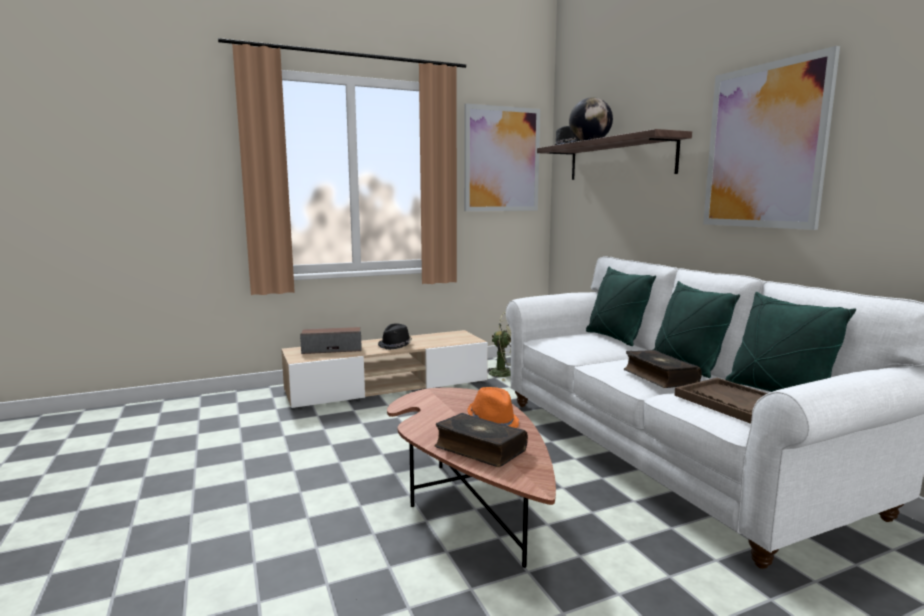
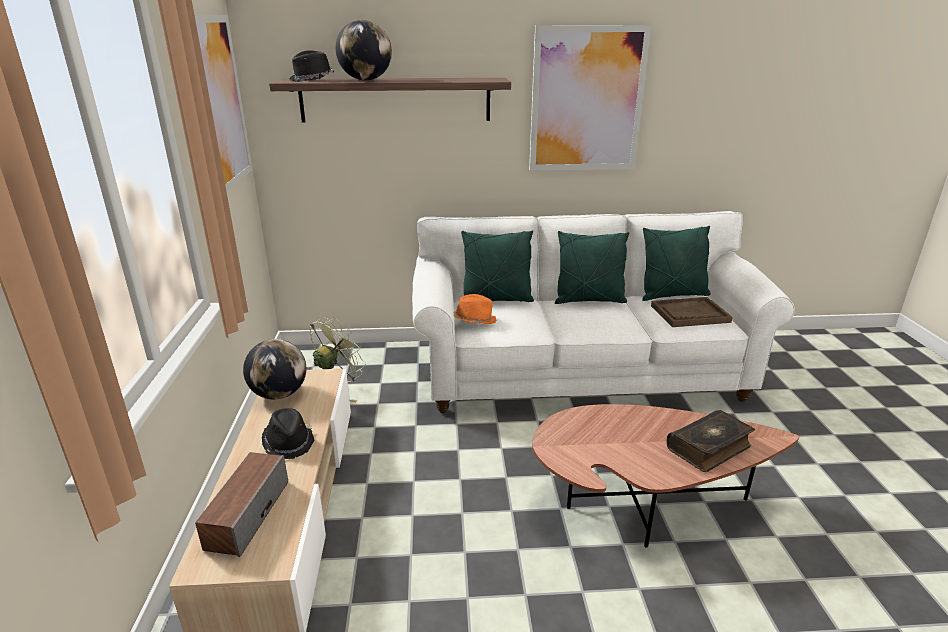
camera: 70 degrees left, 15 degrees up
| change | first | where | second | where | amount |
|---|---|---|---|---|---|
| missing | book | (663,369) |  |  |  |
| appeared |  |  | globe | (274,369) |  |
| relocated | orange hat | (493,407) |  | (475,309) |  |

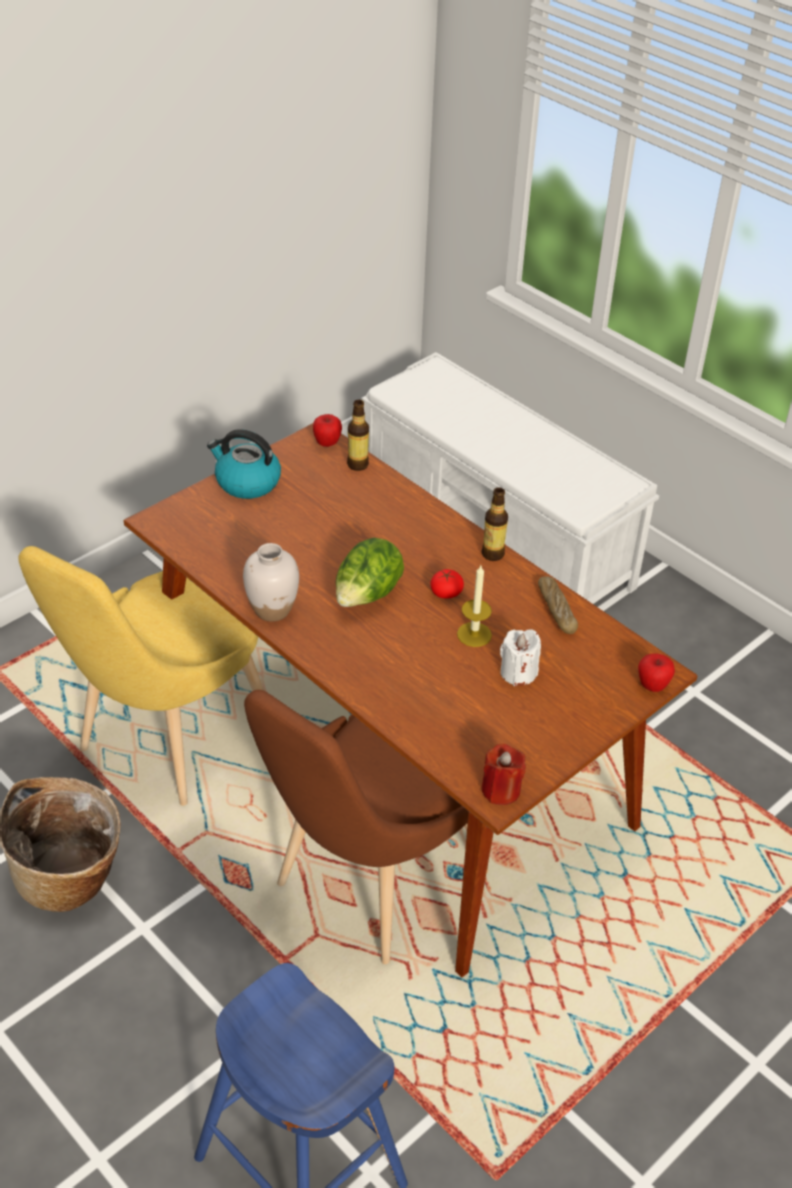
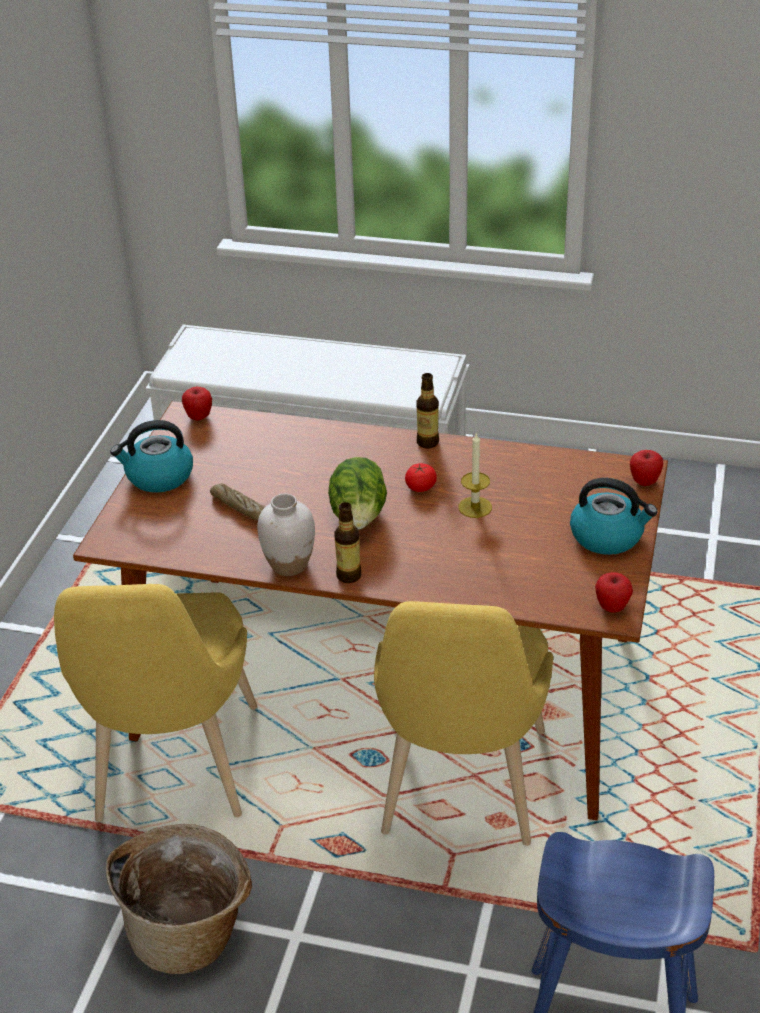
camera: 30 degrees left, 5 degrees down
| change | first | where | second | where | amount |
|---|---|---|---|---|---|
| missing | white candle | (520,657) |  |  |  |
| appeared |  |  | kettle | (614,516) |  |
| relocated | bottle | (358,435) |  | (348,542) |  |
| relocated | bread | (558,605) |  | (238,502) |  |
| exchanged | red candle | (503,774) | apple | (614,592) |  |
| colour | brown chair | (366,827) | yellow chair | (463,723) |  |

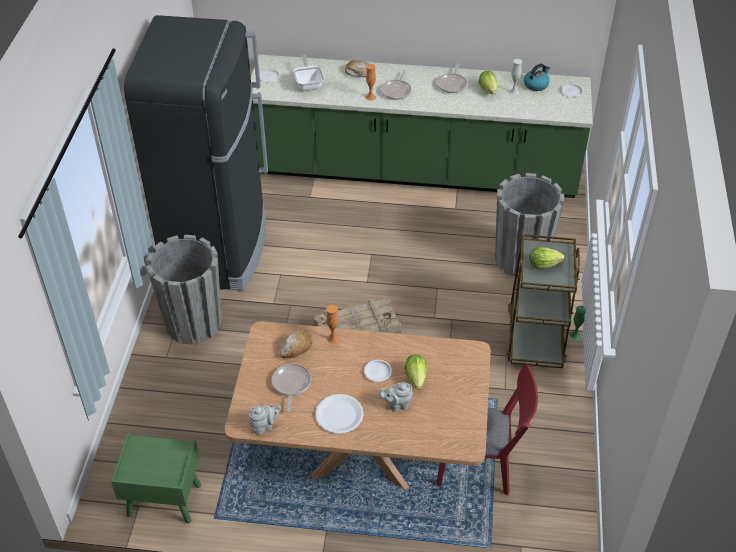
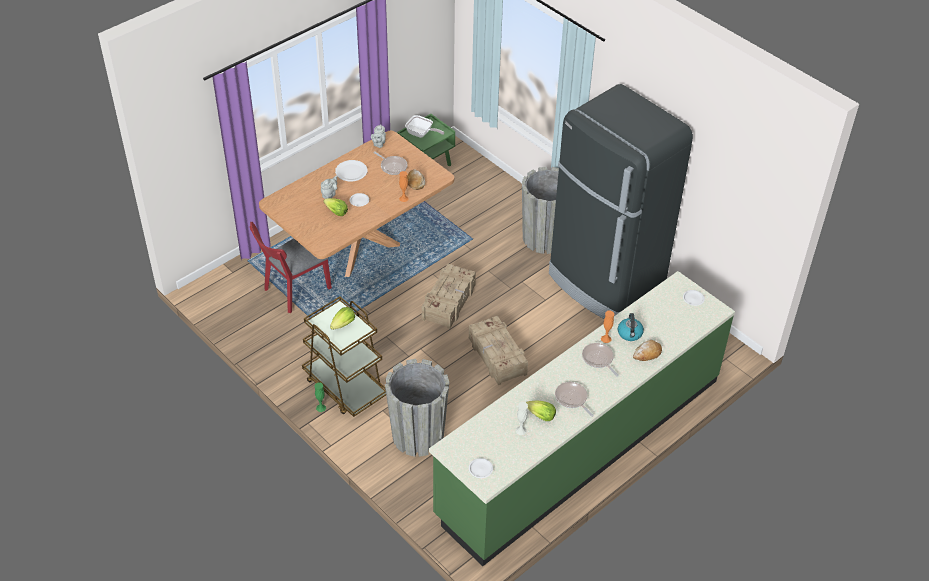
camera: 130 degrees right, 0 degrees up
| change | first | where | second | where | amount |
|---|---|---|---|---|---|
| appeared |  |  | crate | (498,350) |  |
| relocated | frying pan | (309,73) |  | (424,126) |  |
| relocated | kettle | (537,77) |  | (631,327) |  |

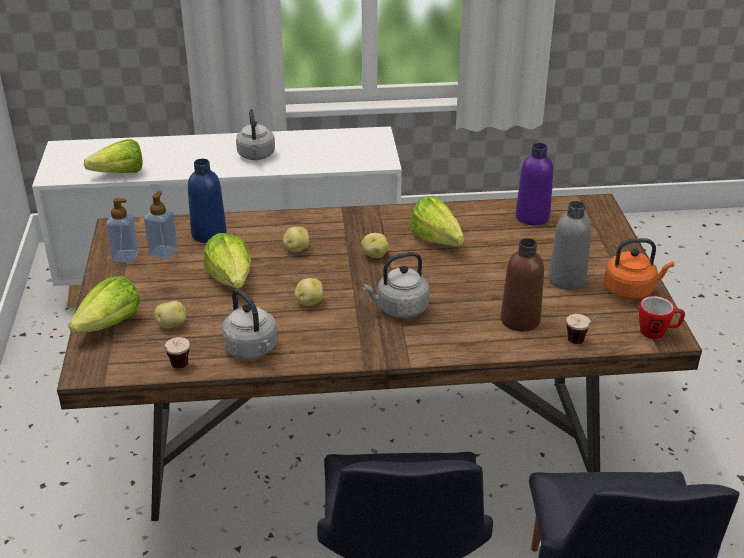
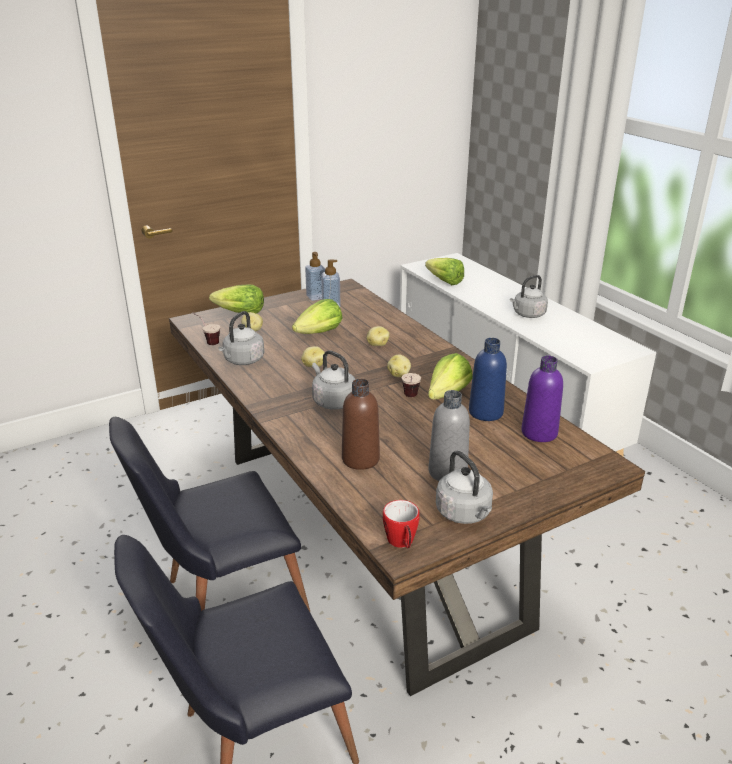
camera: 65 degrees right, 5 degrees down
| change | first | where | second | where | amount |
|---|---|---|---|---|---|
| relocated | blue bottle | (207,201) |  | (488,379) |  |
| relocated | cup | (589,329) |  | (411,385) |  |
| colour | orange kettle | (639,269) | grey kettle | (464,487) |  |

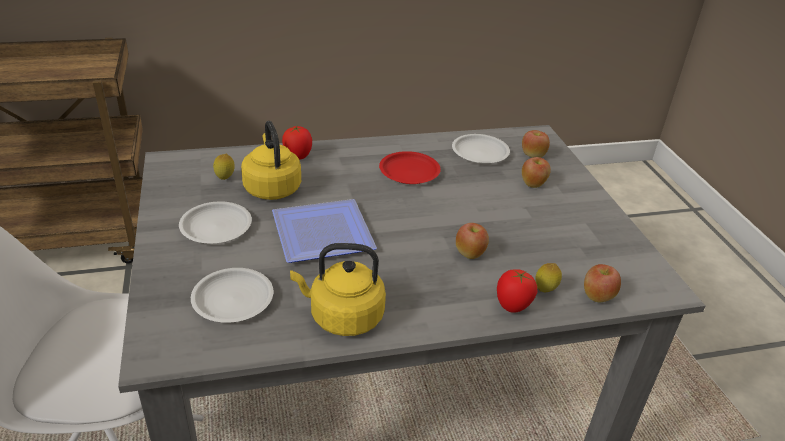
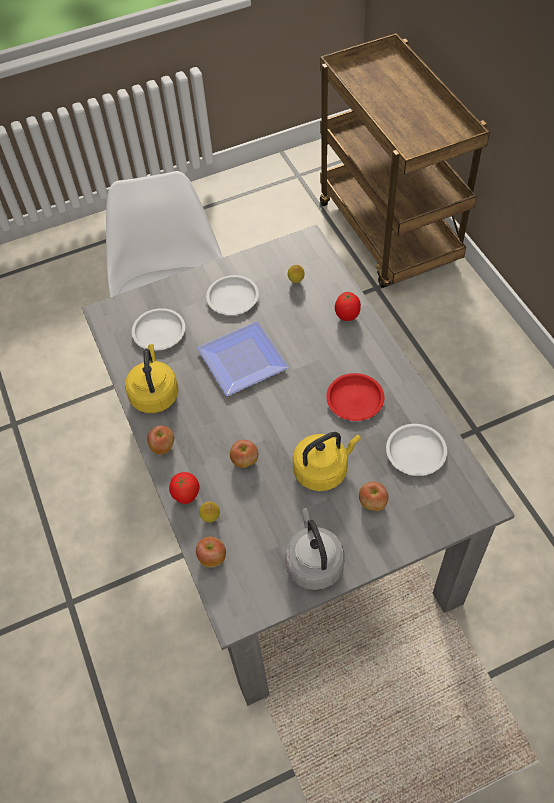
camera: 85 degrees right, 20 degrees up
| change | first | where | second | where | amount |
|---|---|---|---|---|---|
| appeared |  |  | grey kettle | (315,549) |  |
| relocated | yellow kettle | (271,160) |  | (327,461) |  |
| relocated | apple | (536,144) |  | (160,440) |  |

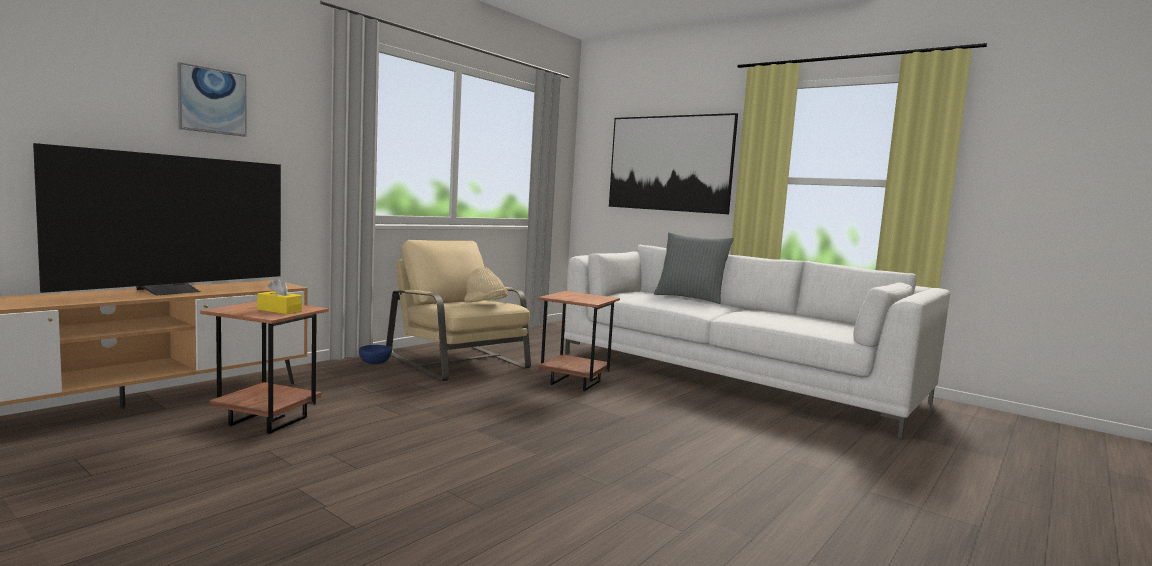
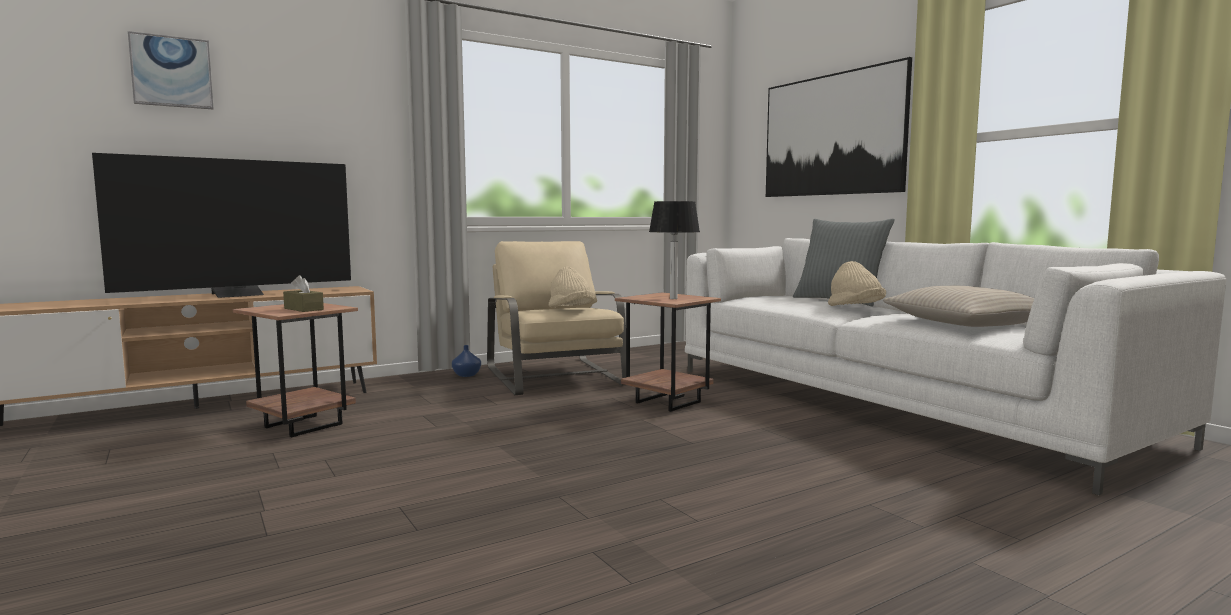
camera: 20 degrees right, 0 degrees up
| change | first | where | second | where | amount |
|---|---|---|---|---|---|
| appeared |  |  | table lamp | (674,250) |  |
| appeared |  |  | beige hat | (857,283) |  |
| appeared |  |  | beige pillow | (958,306) |  |
| relocated | picture | (212,99) |  | (171,70) |  |
| exchanged | blue bowl | (375,354) | blue vase | (466,361) |  |
| colour | yellow tissue box | (279,296) | brown tissue box | (303,293) |  |

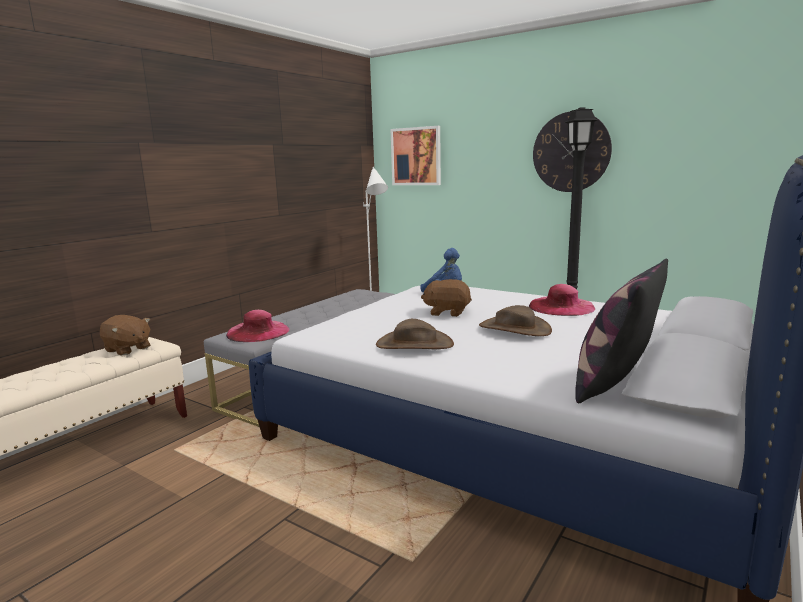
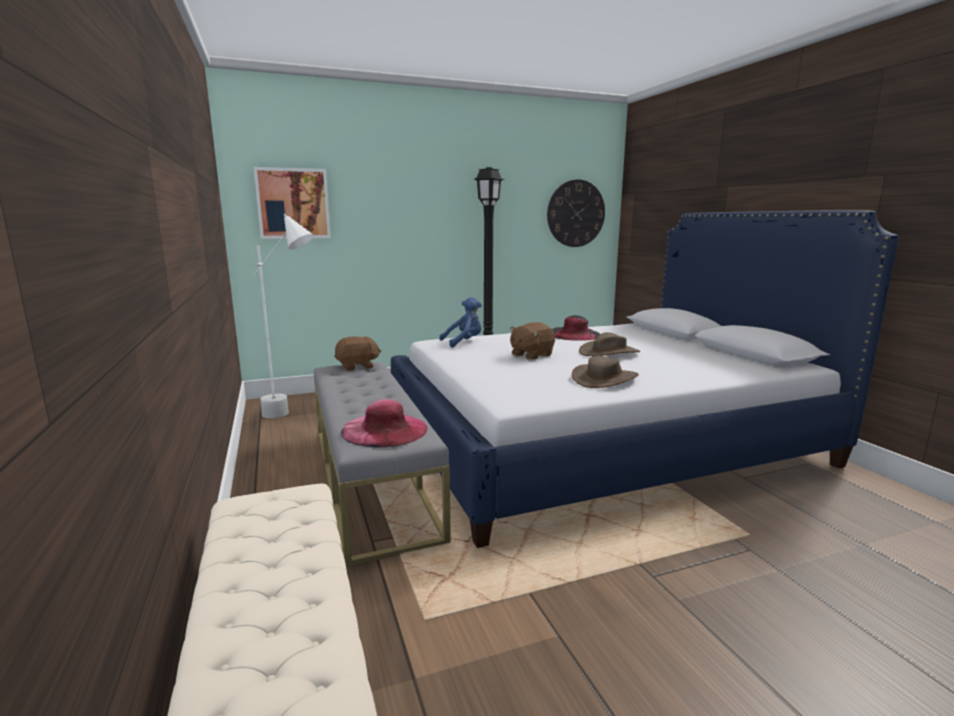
camera: 55 degrees left, 0 degrees up
| change | first | where | second | where | amount |
|---|---|---|---|---|---|
| missing | pillow | (621,331) |  |  |  |
| relocated | brown plush toy | (125,335) |  | (357,353) |  |
| relocated | wall clock | (572,151) |  | (576,213) |  |
| colour | pink hat | (562,300) | black hat | (576,328) |  |

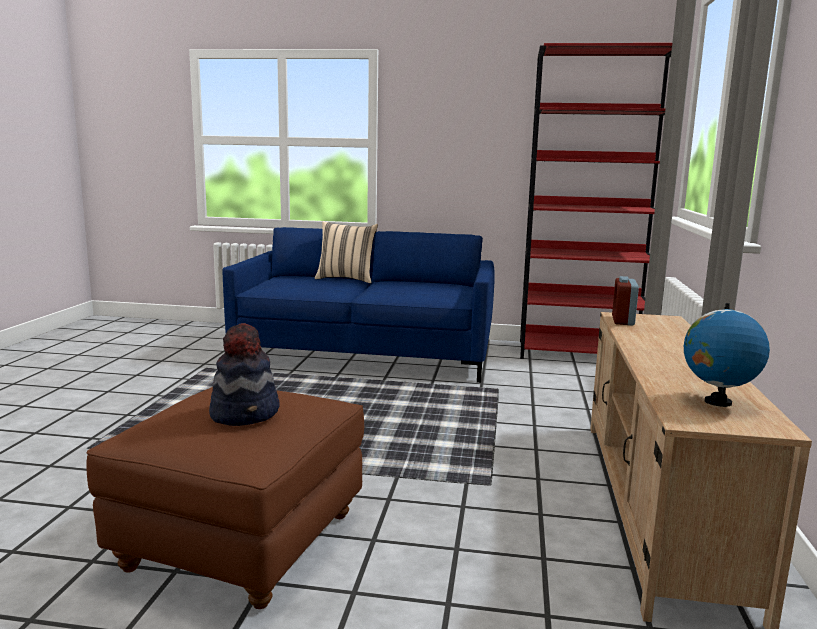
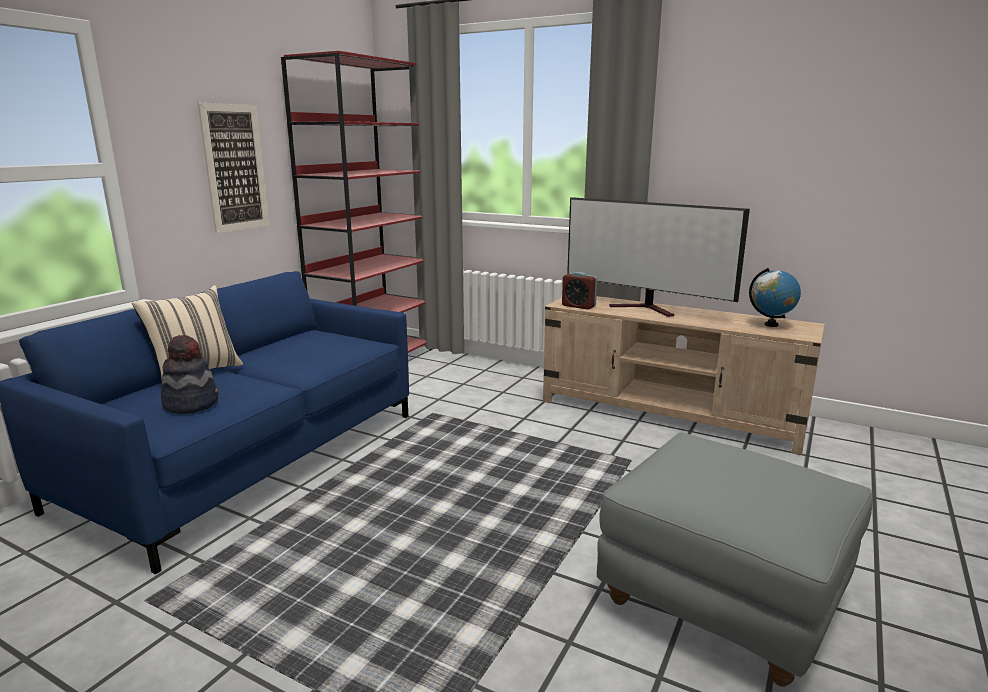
camera: 70 degrees left, 5 degrees up
| change | first | where | second | where | amount |
|---|---|---|---|---|---|
| appeared |  |  | picture | (233,168) |  |
| appeared |  |  | television | (658,257) |  |
| relocated | hat | (244,374) |  | (189,374) |  |
| colour | brown ottoman | (225,498) | grey ottoman | (735,559) |  |

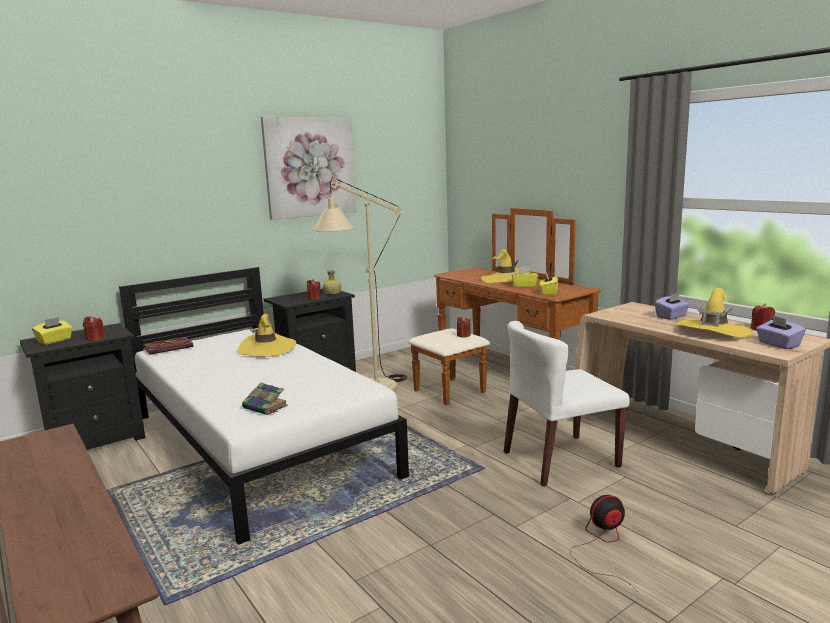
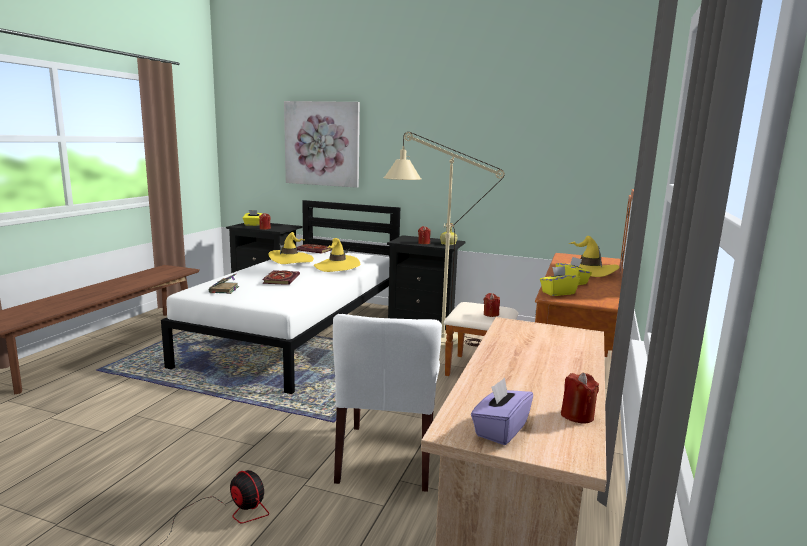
camera: 55 degrees right, 0 degrees up
| change | first | where | second | where | amount |
|---|---|---|---|---|---|
| missing | purple tissue box | (672,306) |  |  |  |
| appeared |  |  | book | (281,277) |  |
| relocated | picture | (308,168) |  | (322,144) |  |
| relocated | yellow hat | (714,313) |  | (291,248) |  |
| spun | white chair | (567,403) |  | (387,403) | 120 degrees counterclockwise |

